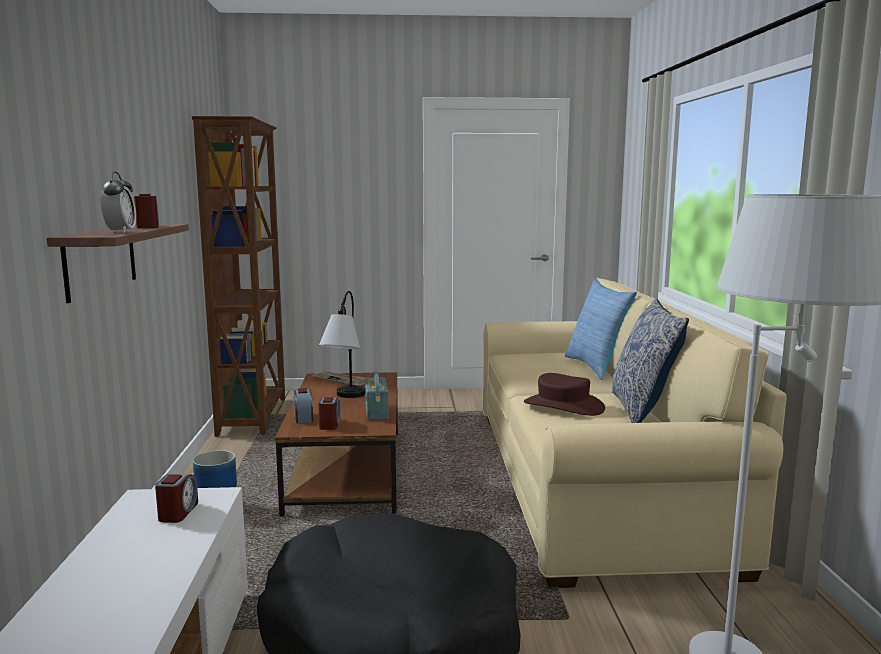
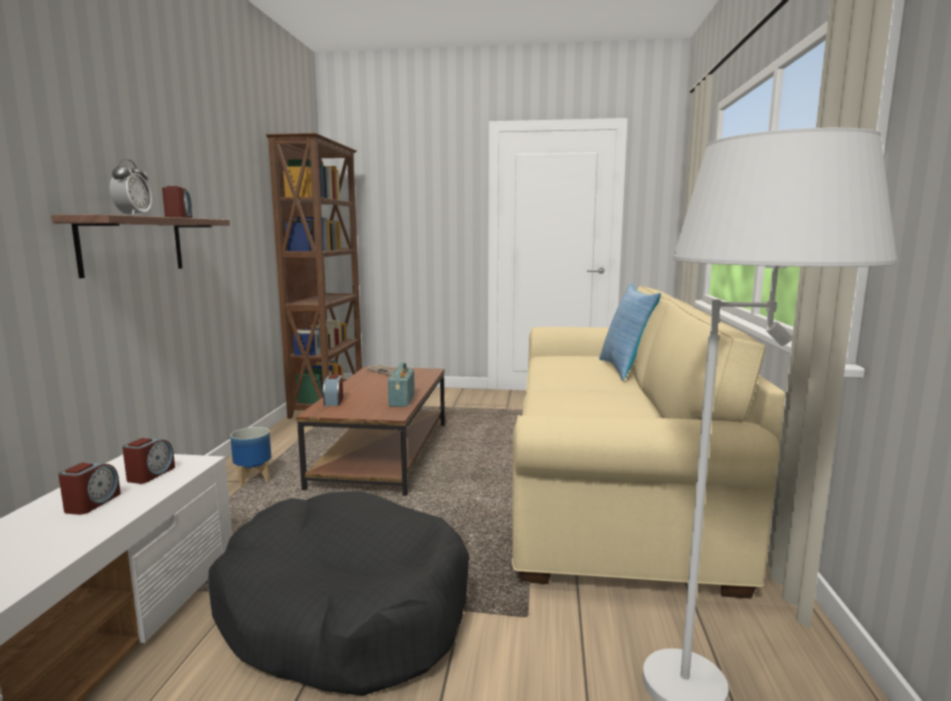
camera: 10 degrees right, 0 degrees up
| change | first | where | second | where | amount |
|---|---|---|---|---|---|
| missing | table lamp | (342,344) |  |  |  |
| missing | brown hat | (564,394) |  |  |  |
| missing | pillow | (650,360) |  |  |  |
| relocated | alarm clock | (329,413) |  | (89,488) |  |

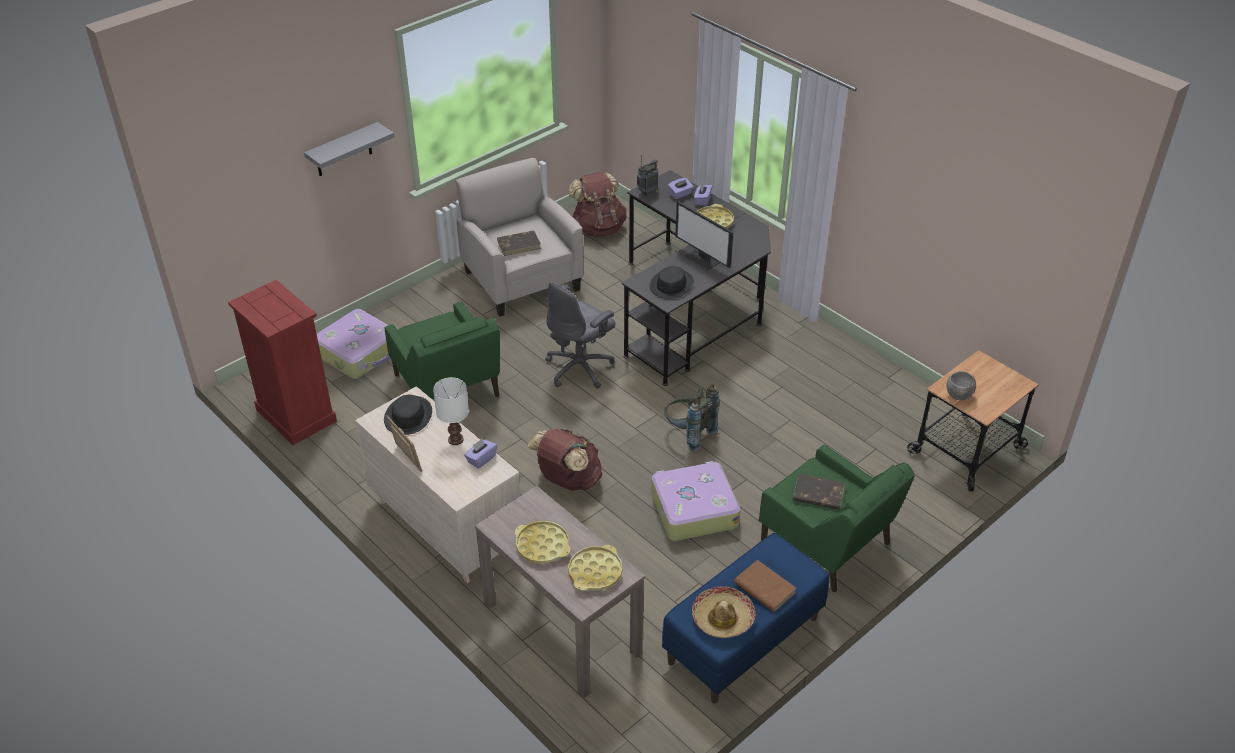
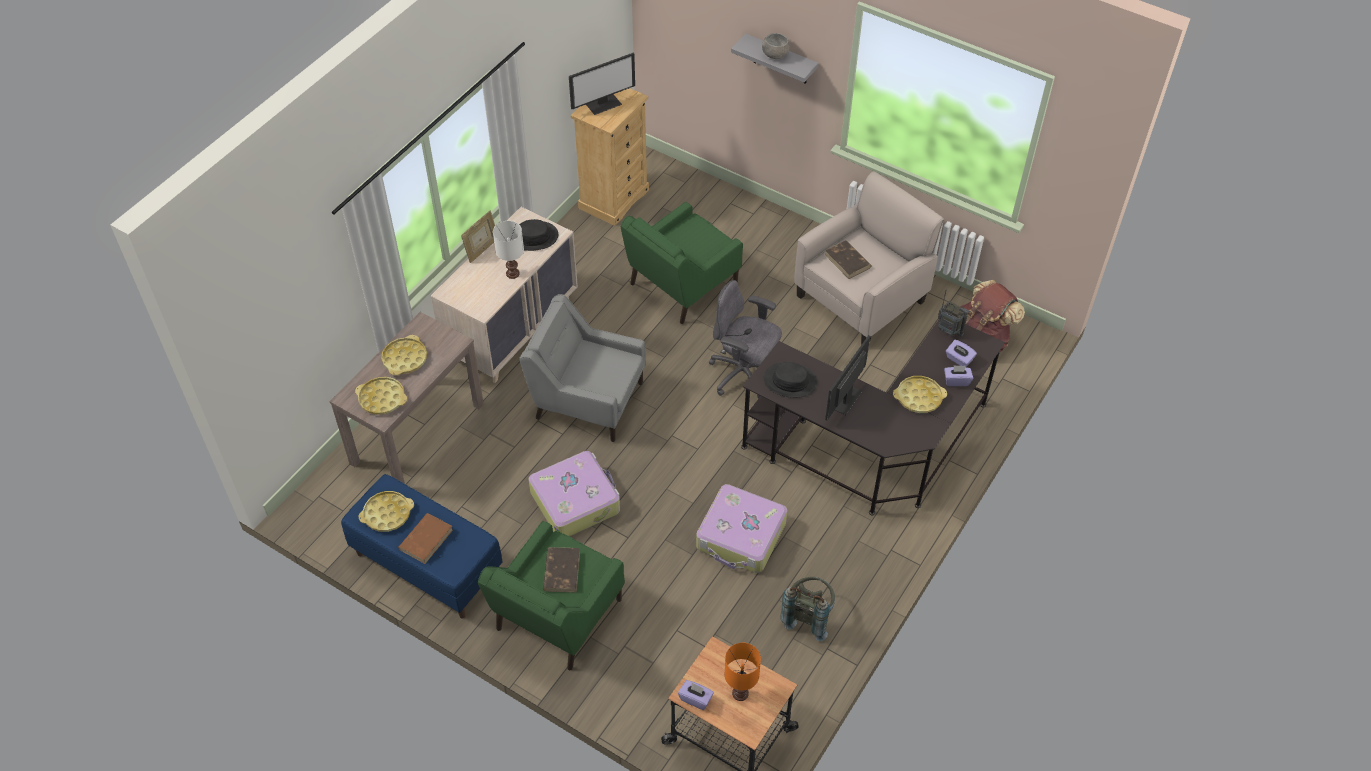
camera: 75 degrees right, 10 degrees up
| change | first | where | second | where | amount |
|---|---|---|---|---|---|
| appeared |  |  | monitor | (602,84) |  |
| appeared |  |  | orange table lamp | (742,672) |  |
| relocated | suitcase | (354,344) |  | (741,528) |  |
| relocated | purple tissue box | (480,453) |  | (696,695) |  |
| relocated | grey backpack | (692,417) |  | (808,609) |  |
| relocated | grey bowl | (961,385) |  | (776,46) |  |
| exchanged | brown backpack | (565,459) | grey armchair | (582,368) |  |
| exchanged | hat | (723,612) | yellow tray | (386,511) |  |
| colour | red dresser | (282,362) | beige dresser | (610,157) |  |

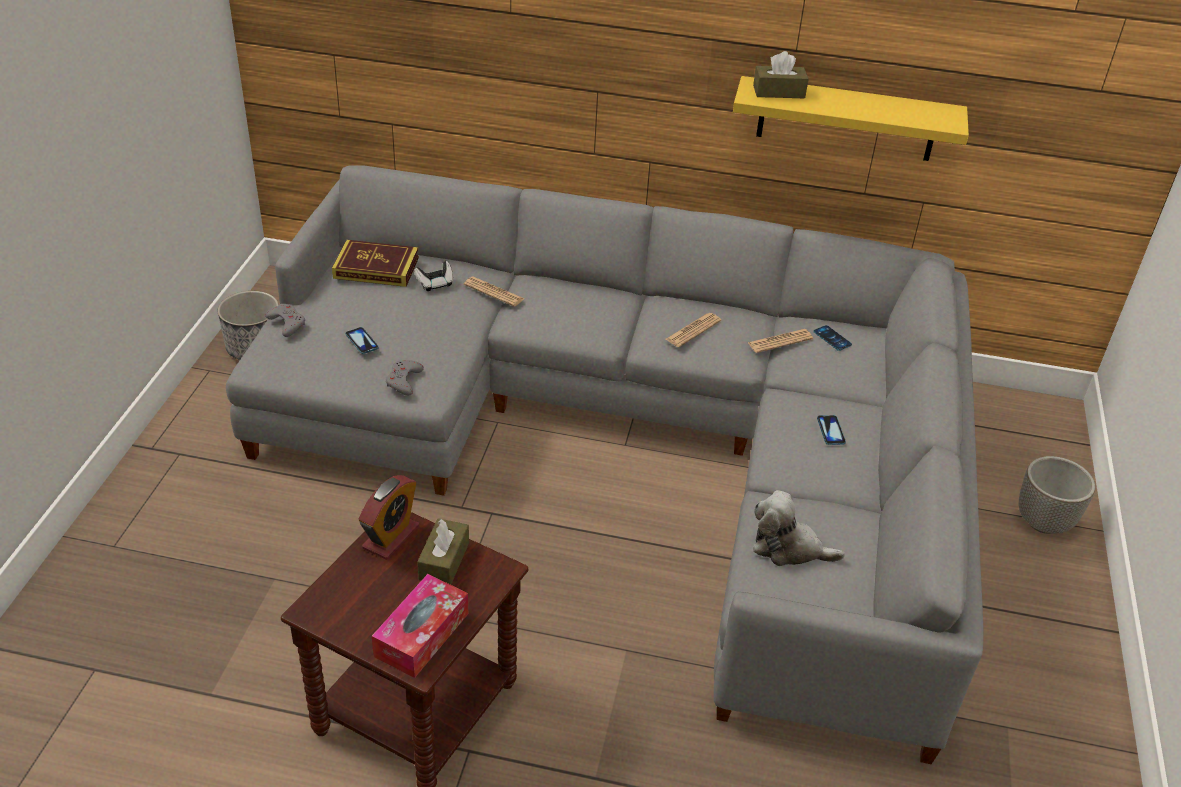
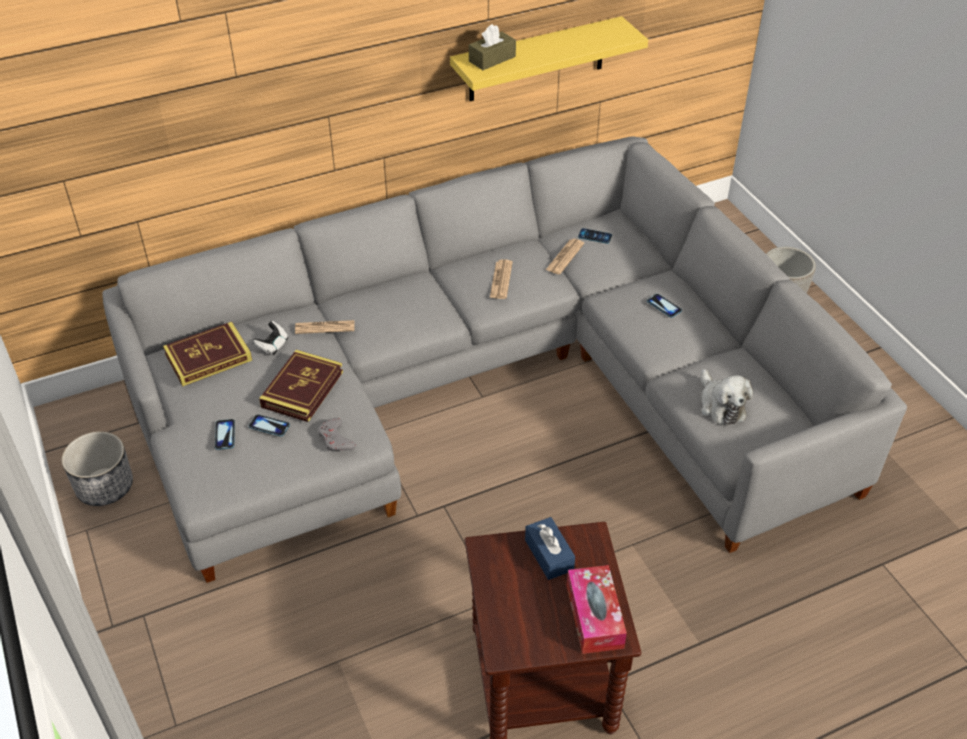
camera: 35 degrees left, 5 degrees up
| change | first | where | second | where | amount |
|---|---|---|---|---|---|
| missing | grey game controller | (285,320) |  |  |  |
| missing | alarm clock | (389,517) |  |  |  |
| appeared |  |  | phone | (225,434) |  |
| appeared |  |  | book | (301,386) |  |
| colour | brown tissue box | (443,551) | blue tissue box | (550,548) |  |
| spun | plush toy | (799,528) |  | (726,397) | 90 degrees counterclockwise |

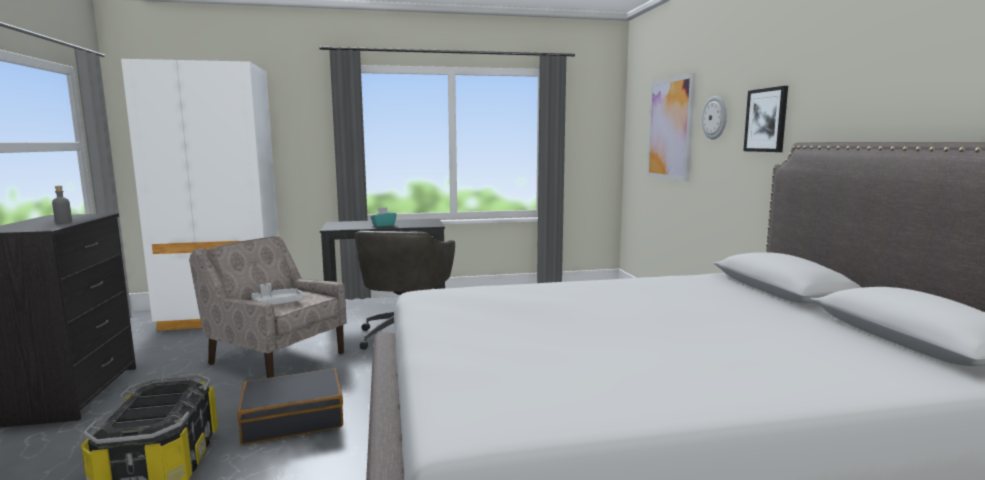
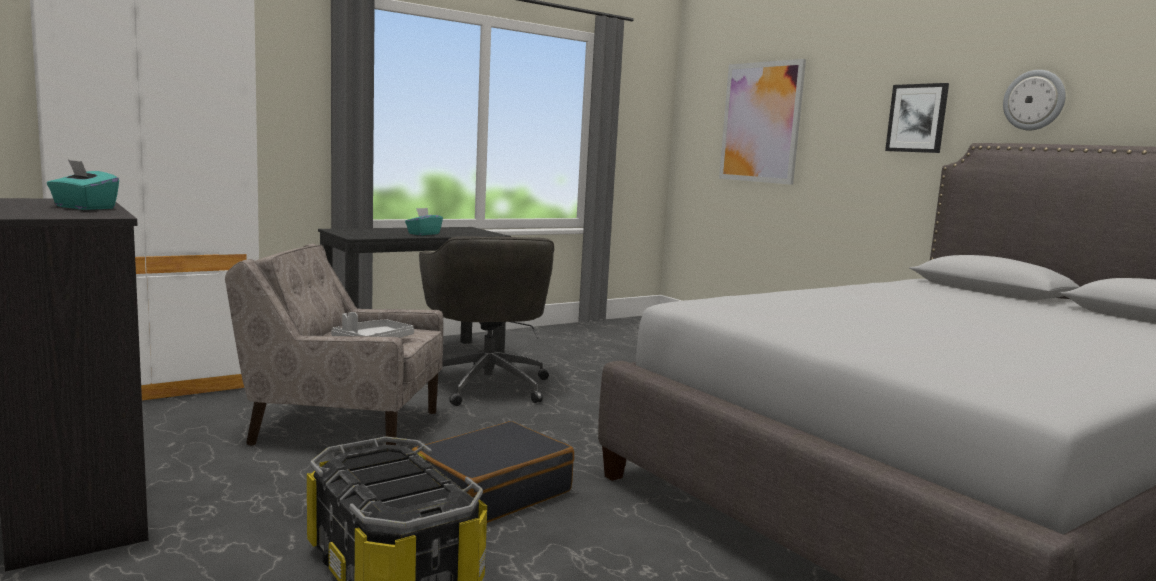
camera: 25 degrees left, 0 degrees up
| change | first | where | second | where | amount |
|---|---|---|---|---|---|
| relocated | wall clock | (714,117) |  | (1034,100) |  |
| exchanged | grey bottle | (62,204) | turquoise tissue box | (83,185) |  |

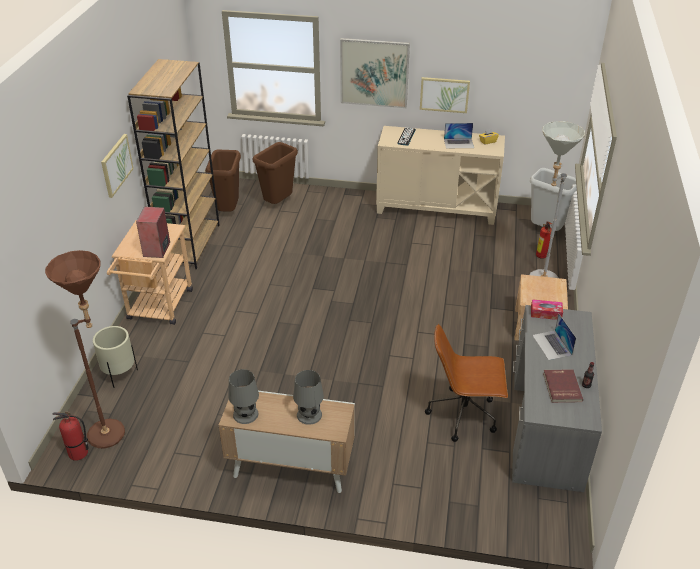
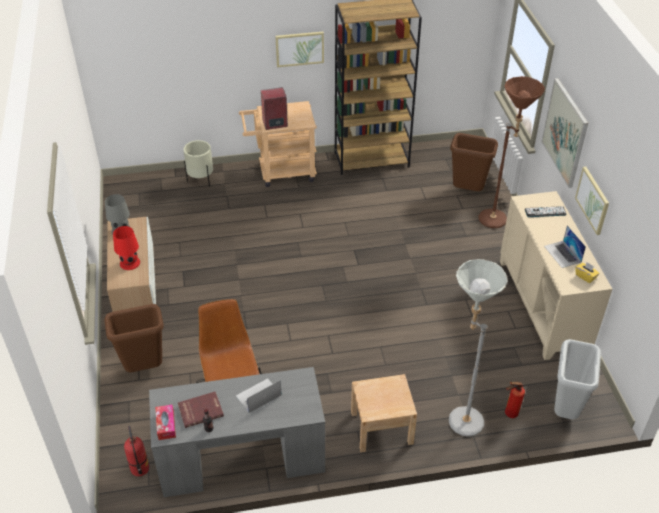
camera: 70 degrees right, 5 degrees up
| change | first | where | second | where | amount |
|---|---|---|---|---|---|
| relocated | brown floor lamp | (85,349) |  | (511,152) |  |
| relocated | fire extinguisher | (71,436) |  | (136,451) |  |
| relocated | brown trash can | (223,181) |  | (134,338) |  |
| relocated | tissue box | (547,309) |  | (165,422) |  |
| colour | grey table lamp | (308,397) | red table lamp | (126,248) |  |

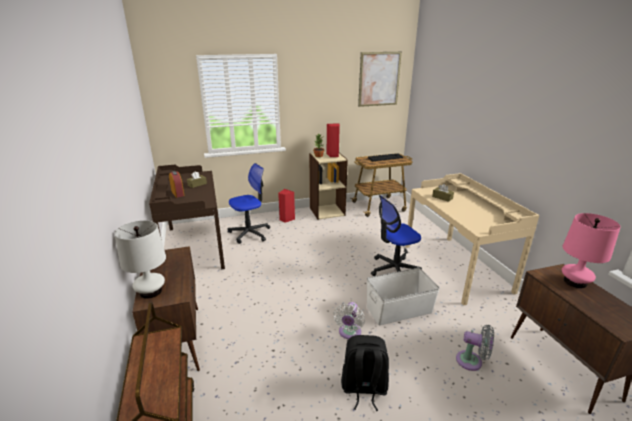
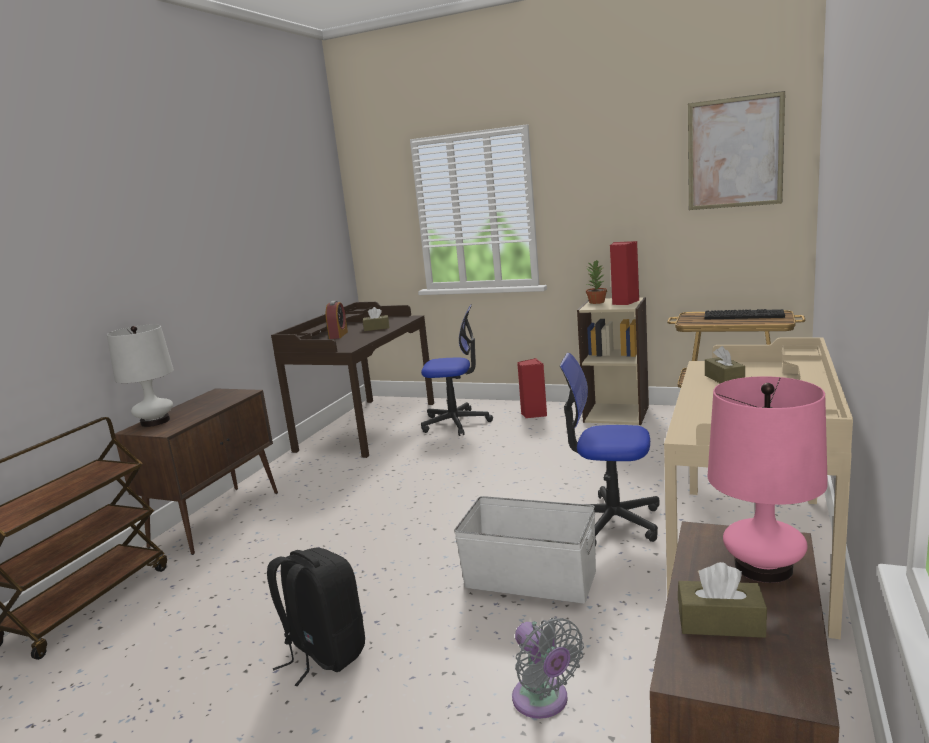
camera: 40 degrees right, 10 degrees down
| change | first | where | second | where | amount |
|---|---|---|---|---|---|
| missing | white fan | (349,320) |  |  |  |
| appeared |  |  | brown tissue box | (722,600) |  |

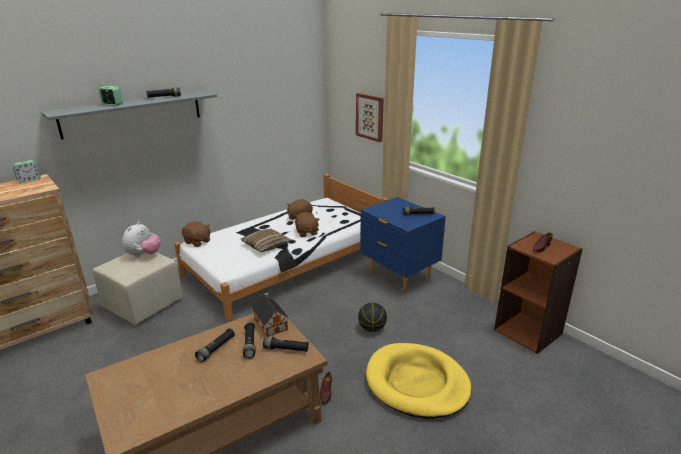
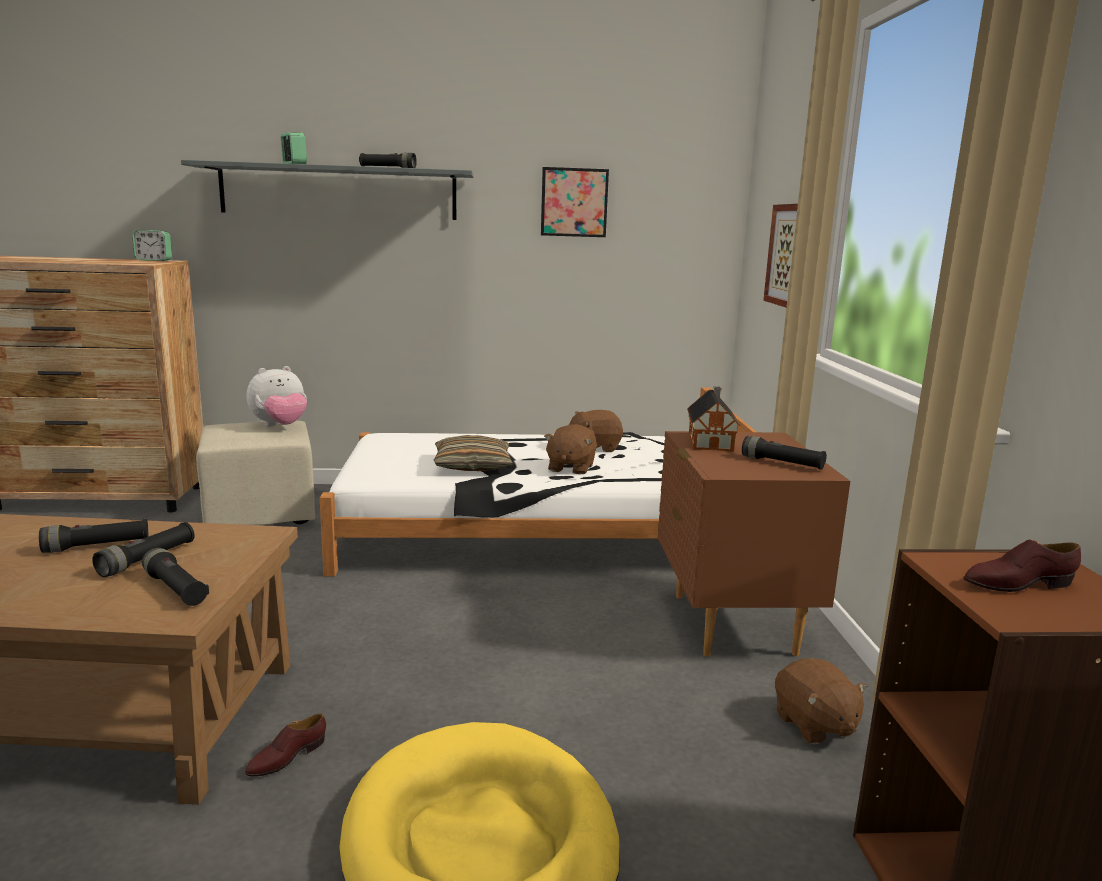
camera: 35 degrees right, 10 degrees down
| change | first | where | second | where | amount |
|---|---|---|---|---|---|
| missing | basketball | (372,317) |  |  |  |
| appeared |  |  | picture | (575,202) |  |
| relocated | brown plush toy | (196,234) |  | (821,701) |  |
| relocated | toy house | (270,314) |  | (713,419) |  |
| colour | blue nightstand | (403,245) | brown nightstand | (754,544) |  |

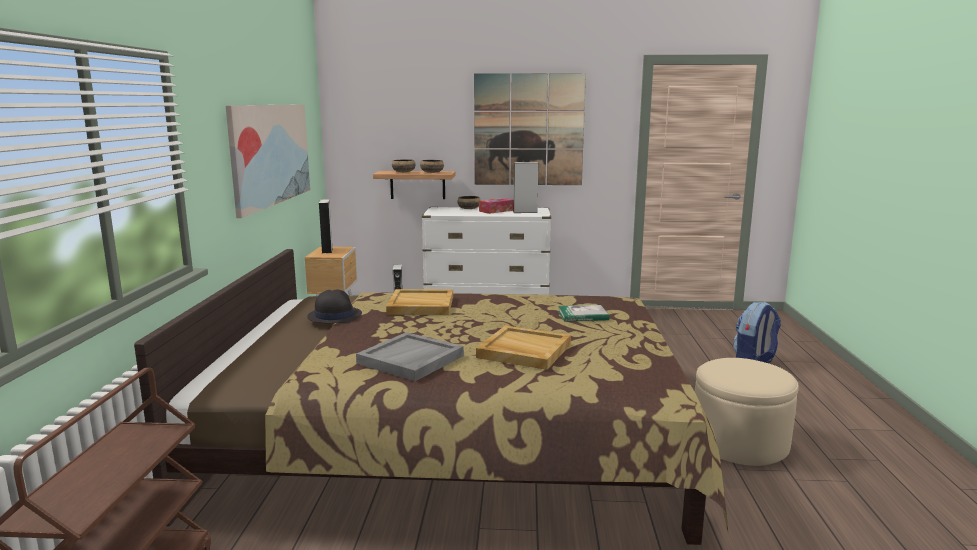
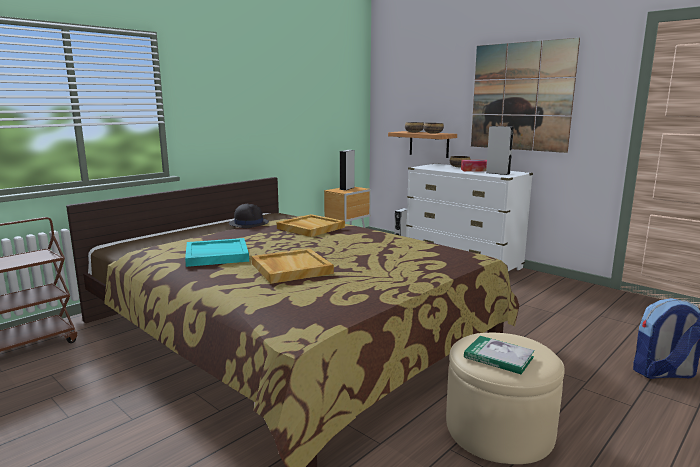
camera: 40 degrees right, 0 degrees up
| change | first | where | second | where | amount |
|---|---|---|---|---|---|
| missing | picture | (267,161) |  |  |  |
| relocated | book | (583,313) |  | (499,355) |  |
| colour | grey tray | (410,356) | turquoise tray | (217,252) |  |

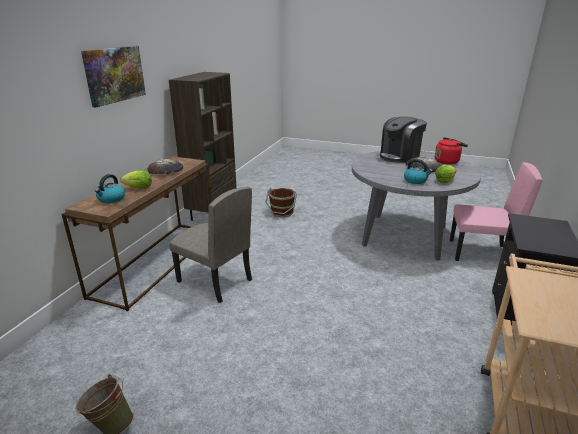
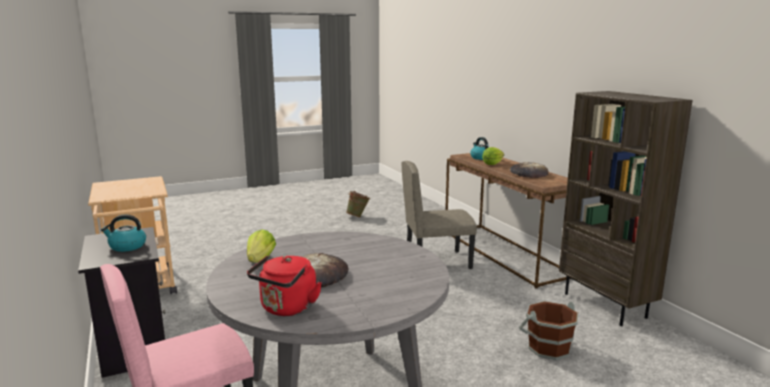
camera: 135 degrees right, 10 degrees down
| change | first | where | second | where | amount |
|---|---|---|---|---|---|
| missing | picture | (113,76) |  |  |  |
| missing | coffee machine | (403,139) |  |  |  |
| relocated | kettle | (418,171) |  | (123,233) |  |

